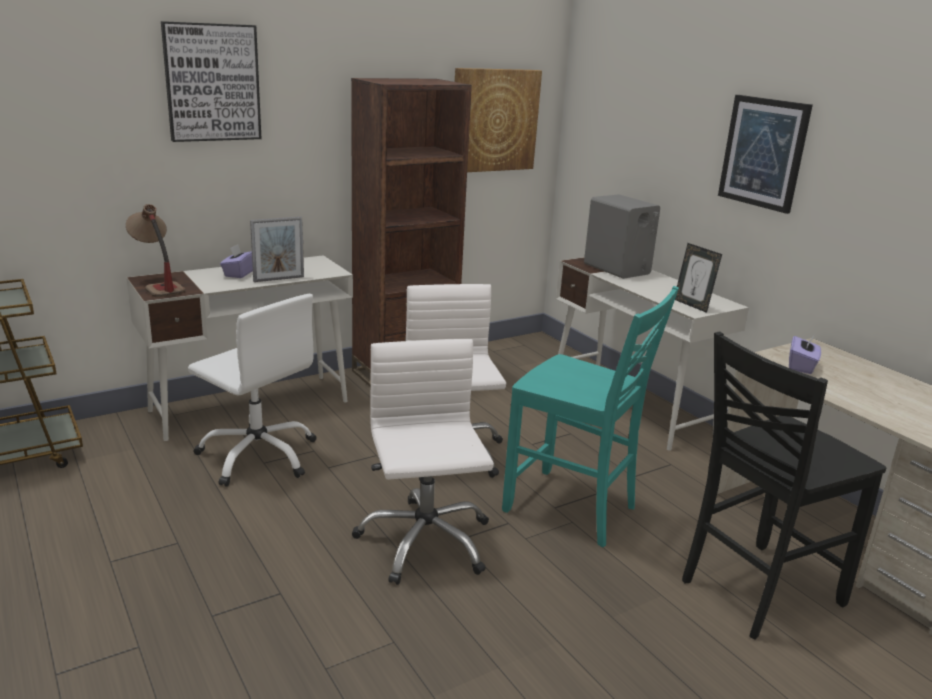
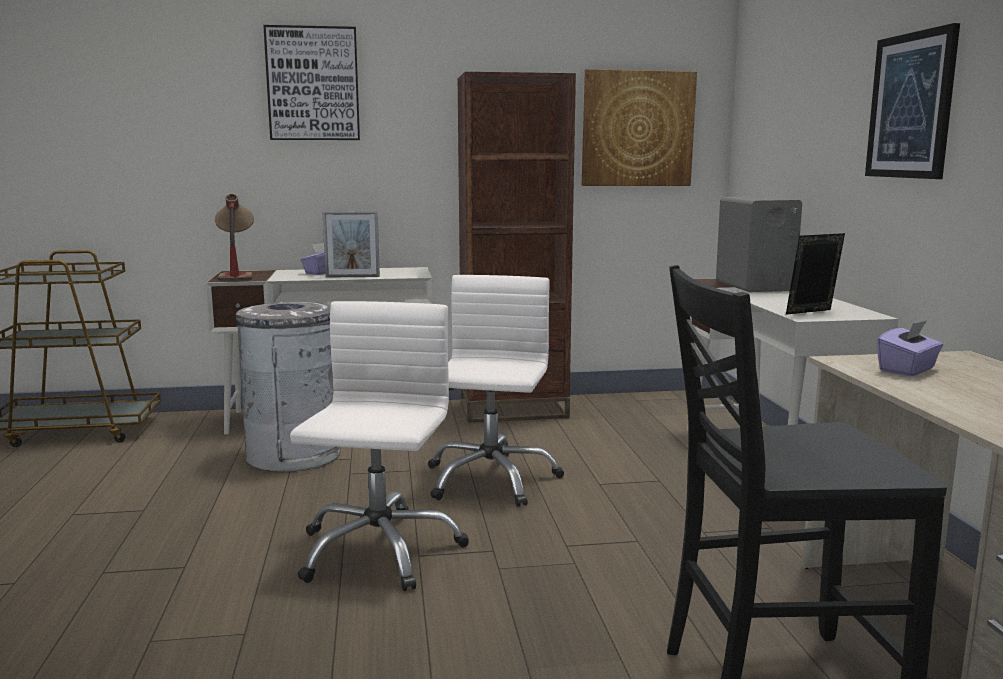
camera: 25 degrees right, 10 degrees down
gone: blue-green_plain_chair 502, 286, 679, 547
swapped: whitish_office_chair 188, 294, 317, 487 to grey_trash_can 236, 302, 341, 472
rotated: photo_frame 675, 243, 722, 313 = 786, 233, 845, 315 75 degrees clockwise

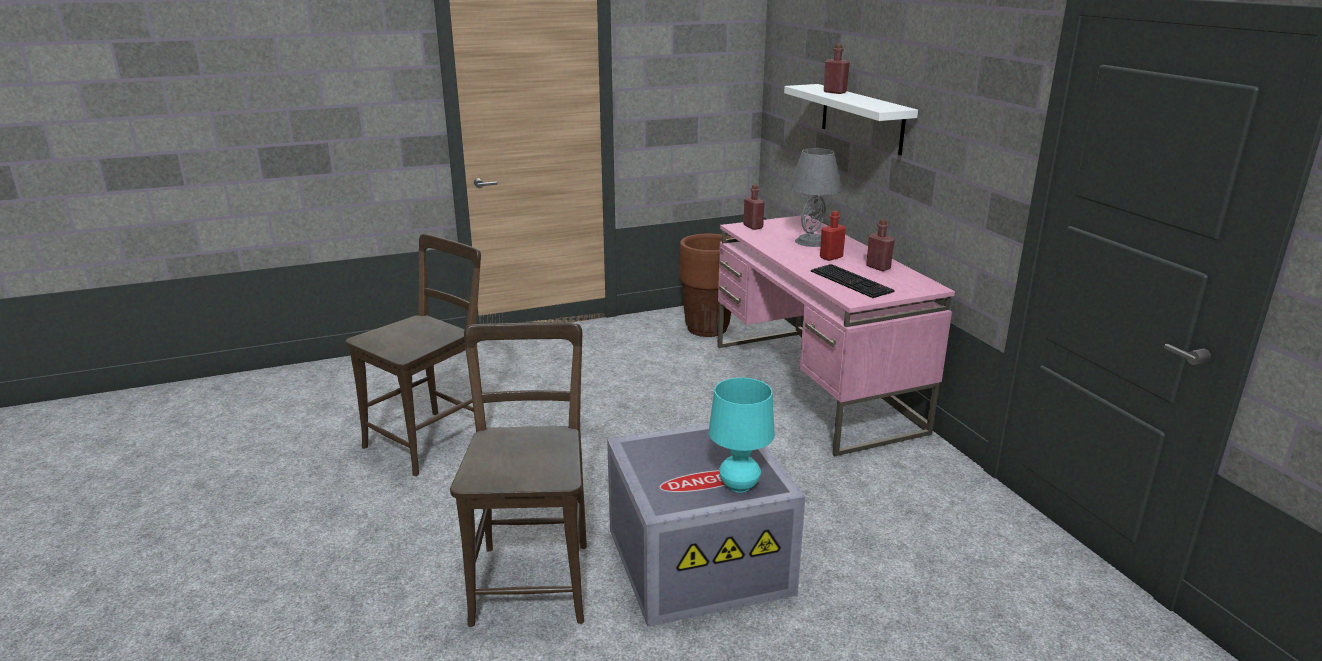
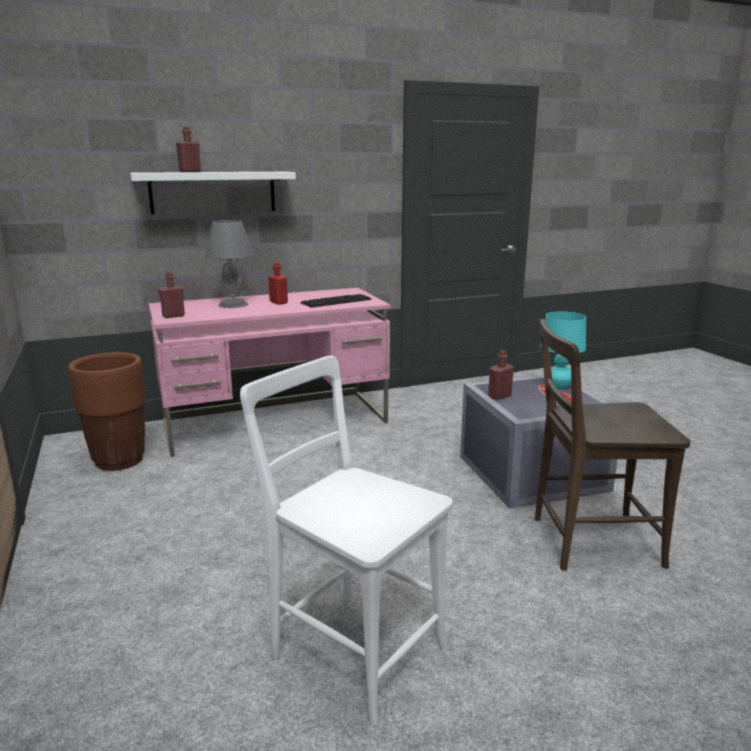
camera: 90 degrees left, 5 degrees down
shifted: red_drink_bottle 866, 219, 895, 271 to 488, 350, 514, 400
repainted: brown_plain_chair 345, 234, 486, 476 to whitish_plain_chair 240, 356, 453, 725

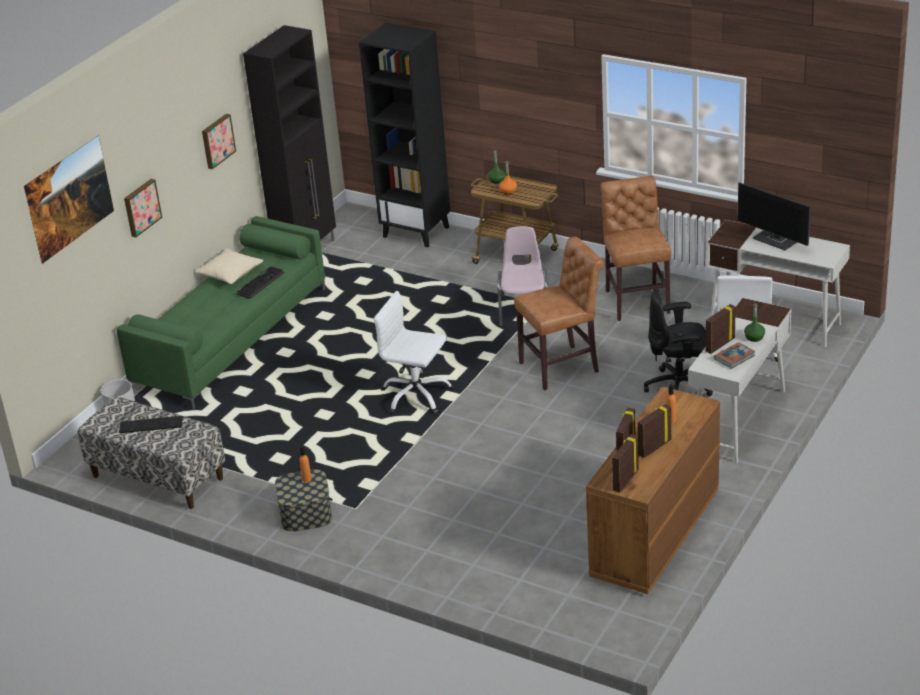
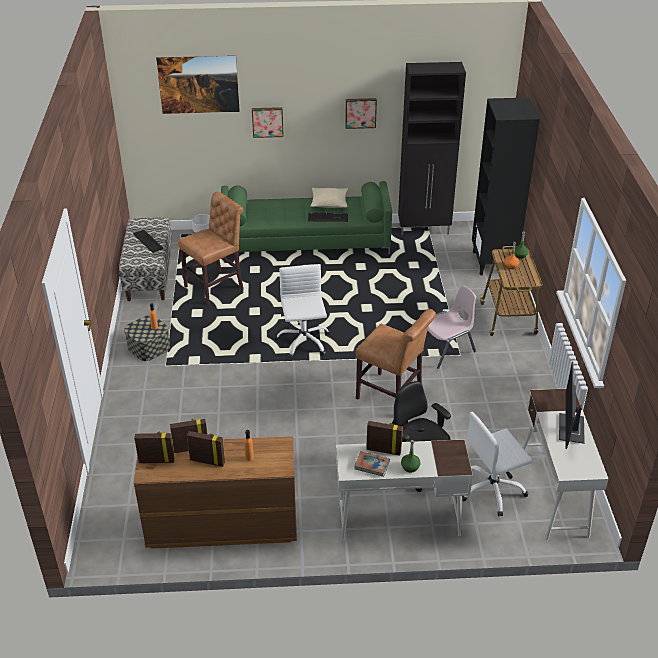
camera: 55 degrees right, 5 degrees up
shifted: brown_plain_chair 600, 176, 672, 321 to 178, 192, 244, 305

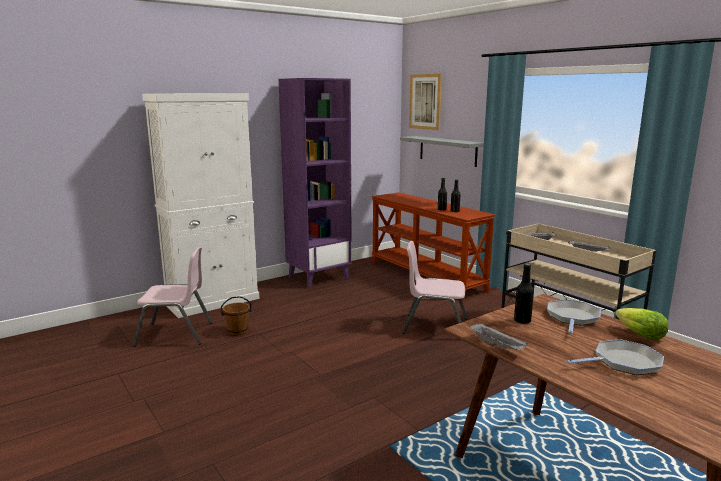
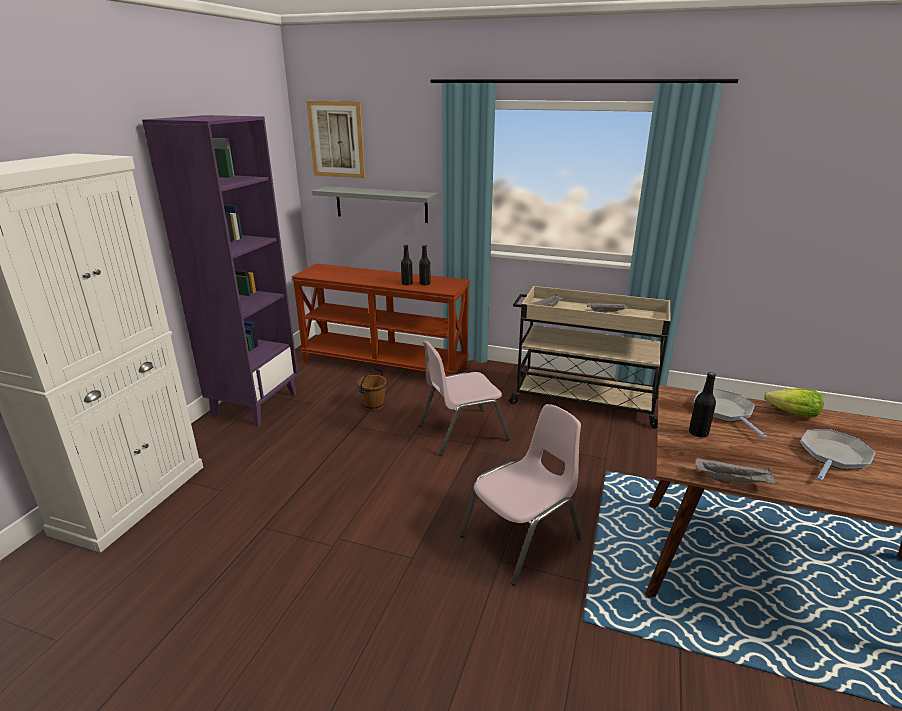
camera: 35 degrees left, 10 degrees up
shifted: pink_plain_chair 133, 247, 213, 347 to 459, 404, 582, 586; brown_bucket 221, 296, 252, 335 to 358, 369, 387, 411

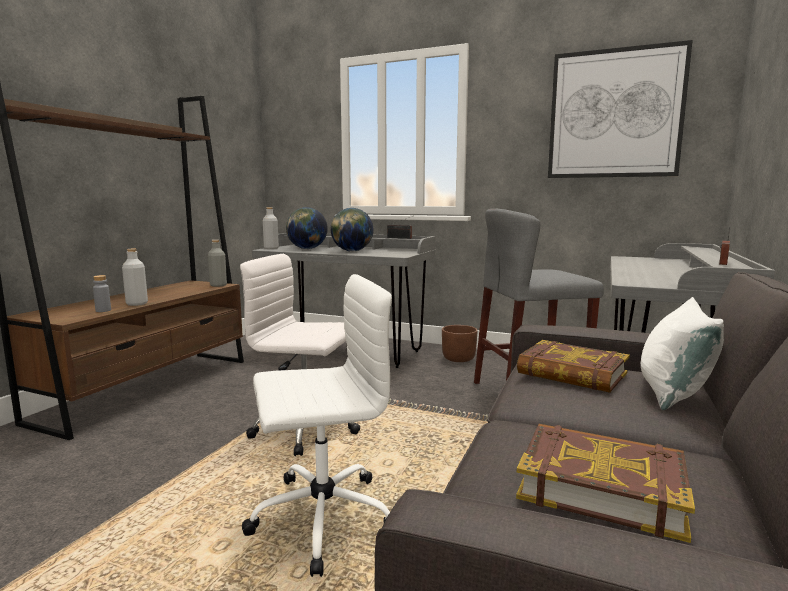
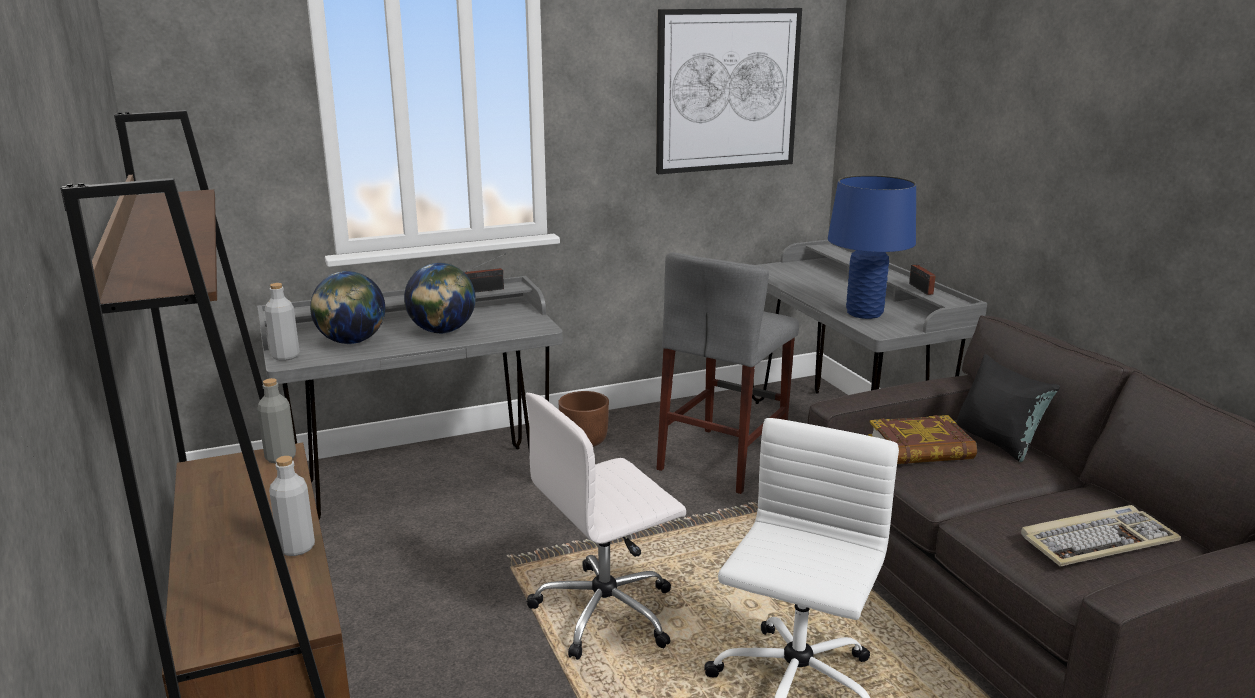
camera: 45 degrees left, 10 degrees up
gone: grey_drink_bottle 93, 275, 111, 312
new: blue-coloured_lamp_for_a_table 828, 175, 916, 319
swapped: bound_book 516, 424, 695, 543 to computer_keyboard 1021, 505, 1181, 567
repainted: whitish_throw_pillow 641, 297, 724, 410 to black-coloured_throw_pillow 956, 354, 1060, 462

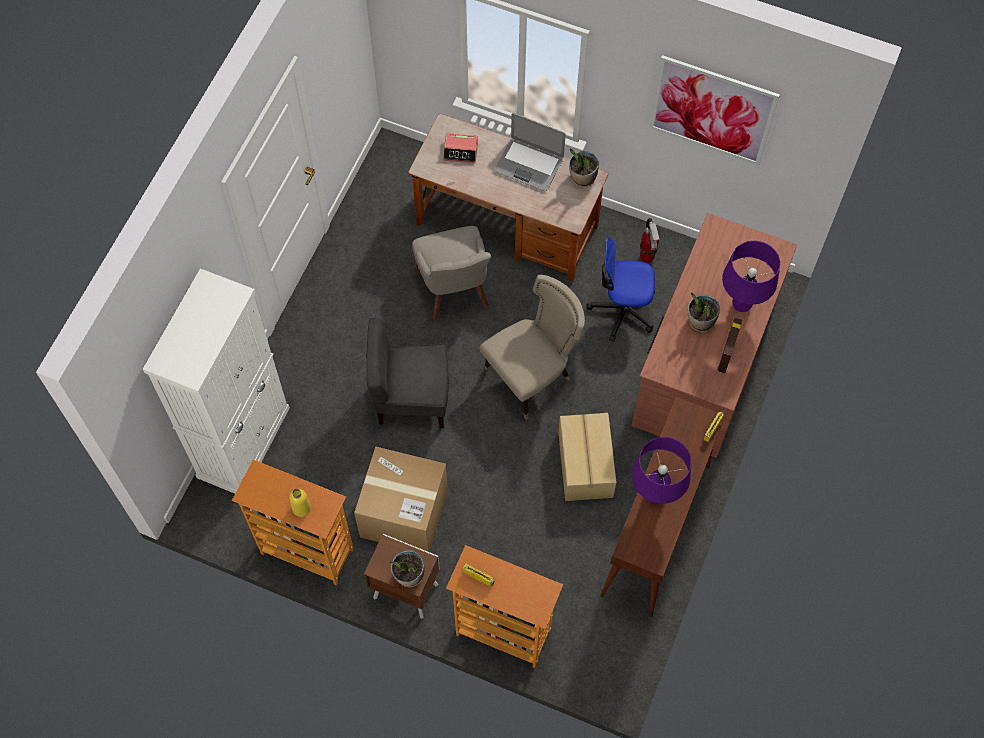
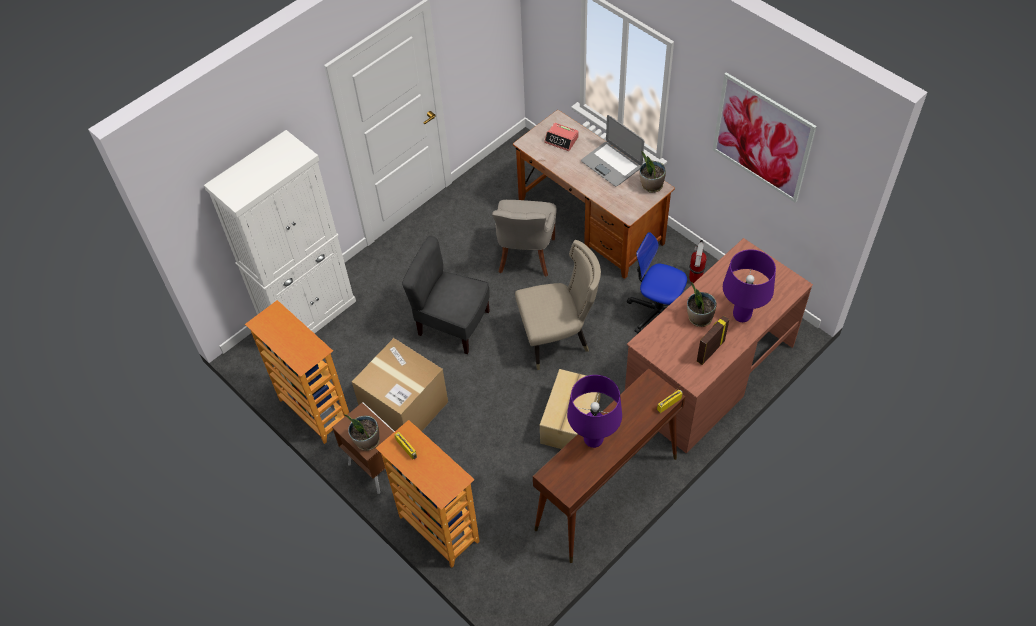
camera: 25 degrees right, 10 degrees down
gone: yellowish_drink_bottle 289, 489, 311, 517

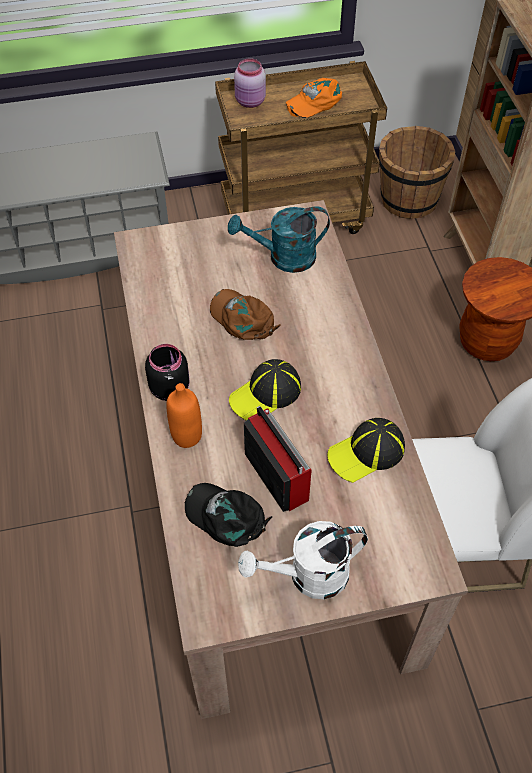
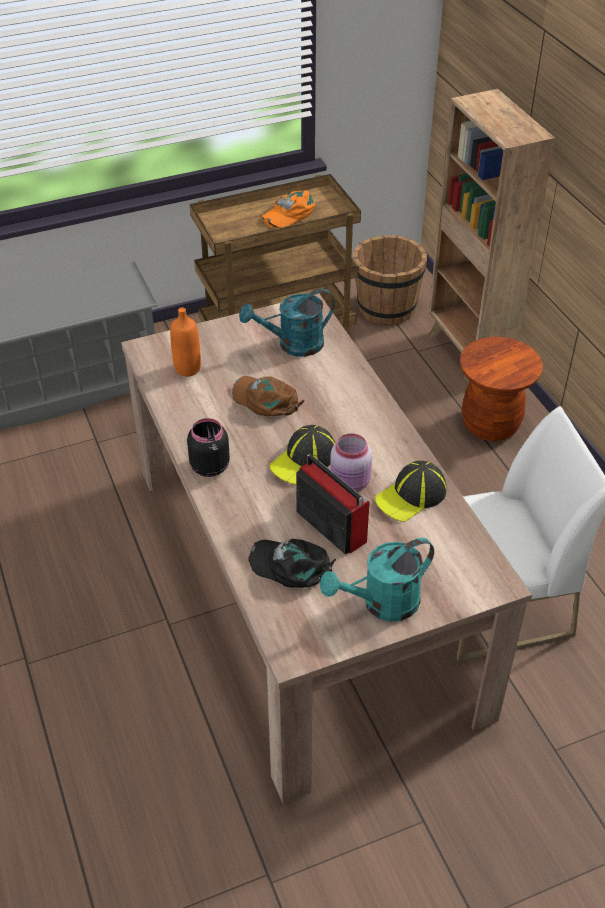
camera: 10 degrees left, 10 degrees down
shifted: pink_jar 234, 58, 266, 108 to 330, 433, 372, 492; orangey_drink_bottle 166, 383, 202, 448 to 170, 307, 201, 377
repainted: whitish_sprinkling_can 238, 521, 368, 599 to blue-green_sprinkling_can 320, 538, 434, 621

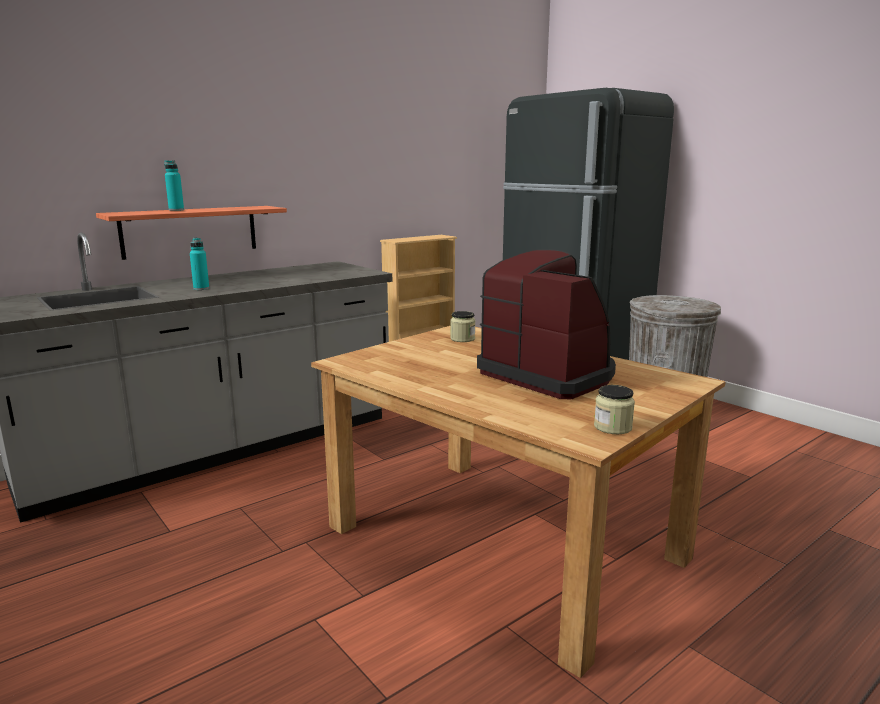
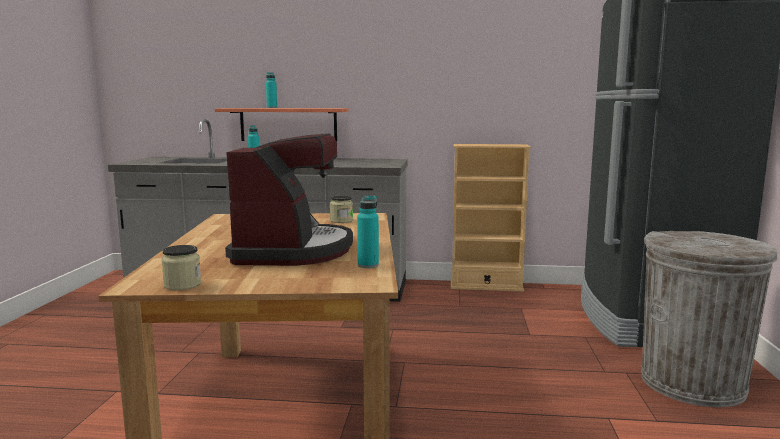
camera: 45 degrees right, 5 degrees down
new: blue-green_drink_bottle 357, 196, 379, 268

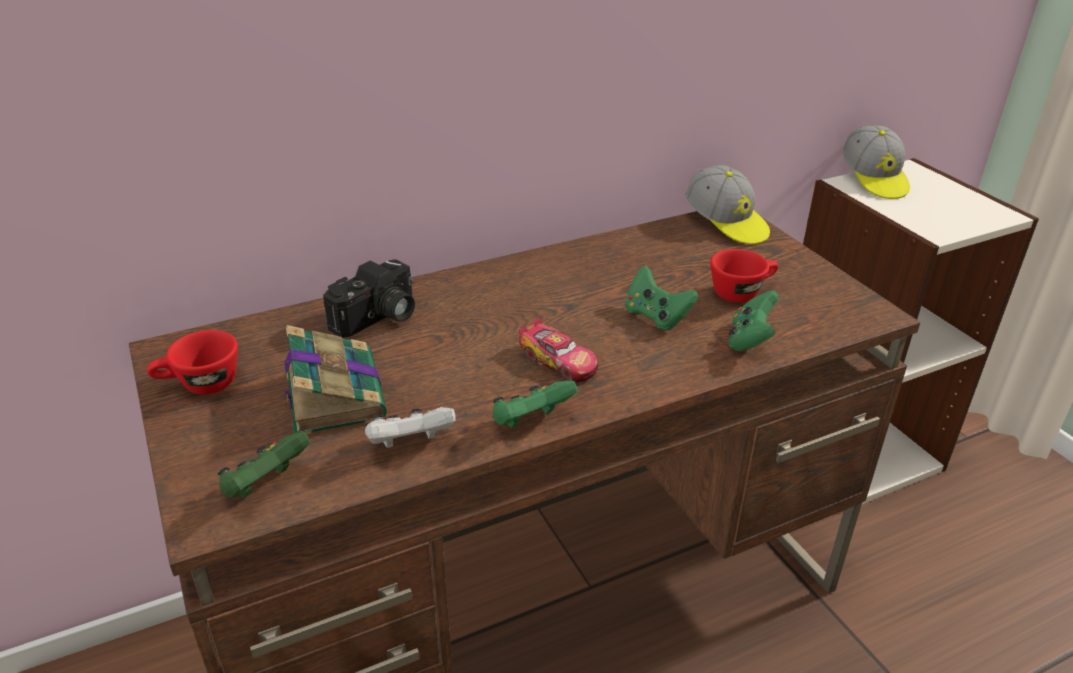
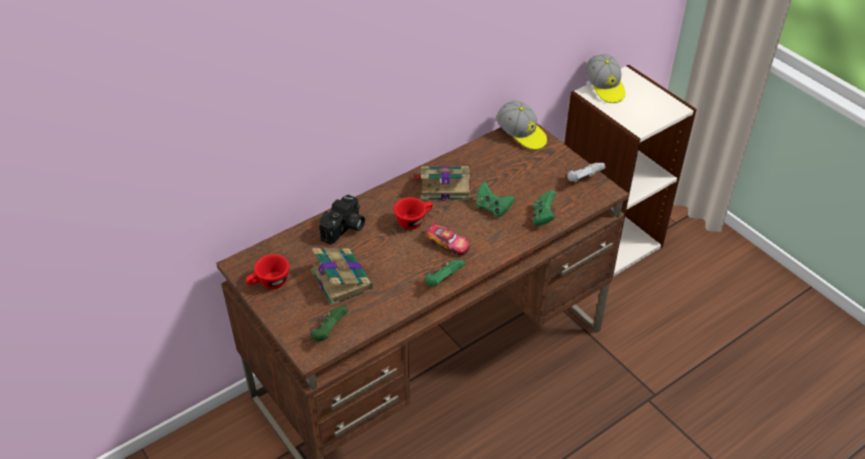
camera: 10 degrees left, 10 degrees up
new: bound_book 412, 166, 470, 200
shifted: red_cup 710, 249, 778, 302 to 394, 197, 433, 230; whitish_gamepad 365, 407, 456, 448 to 567, 163, 606, 183

